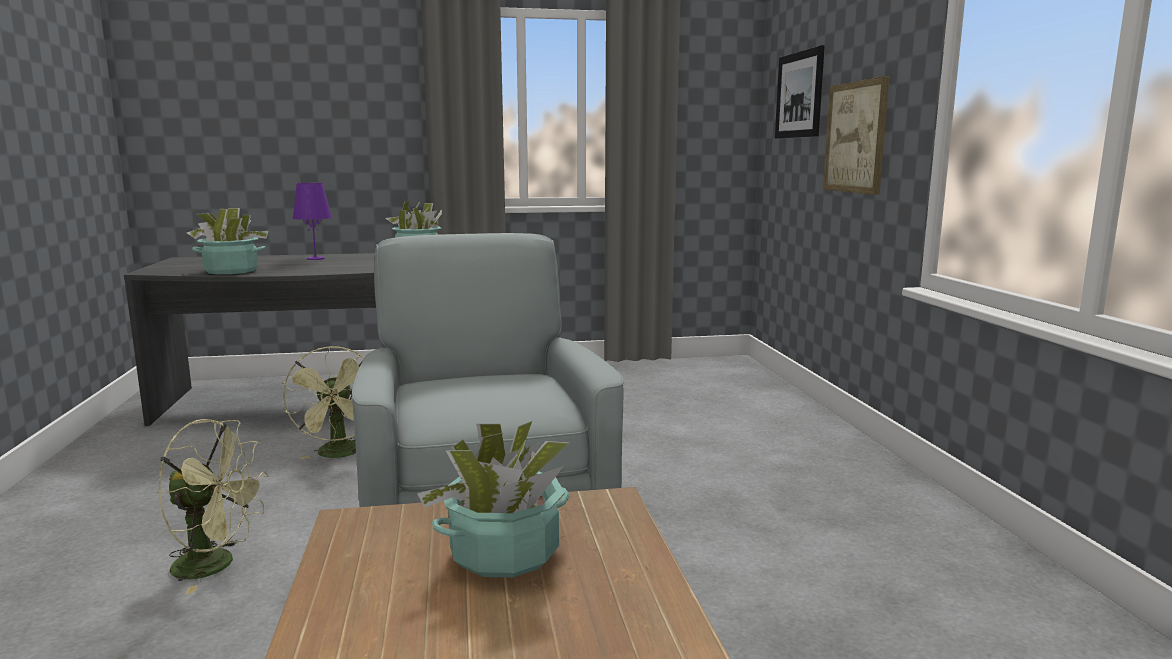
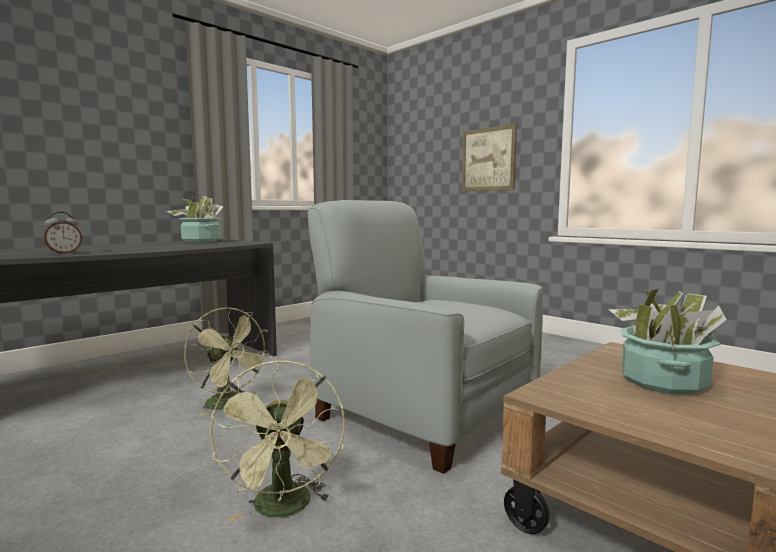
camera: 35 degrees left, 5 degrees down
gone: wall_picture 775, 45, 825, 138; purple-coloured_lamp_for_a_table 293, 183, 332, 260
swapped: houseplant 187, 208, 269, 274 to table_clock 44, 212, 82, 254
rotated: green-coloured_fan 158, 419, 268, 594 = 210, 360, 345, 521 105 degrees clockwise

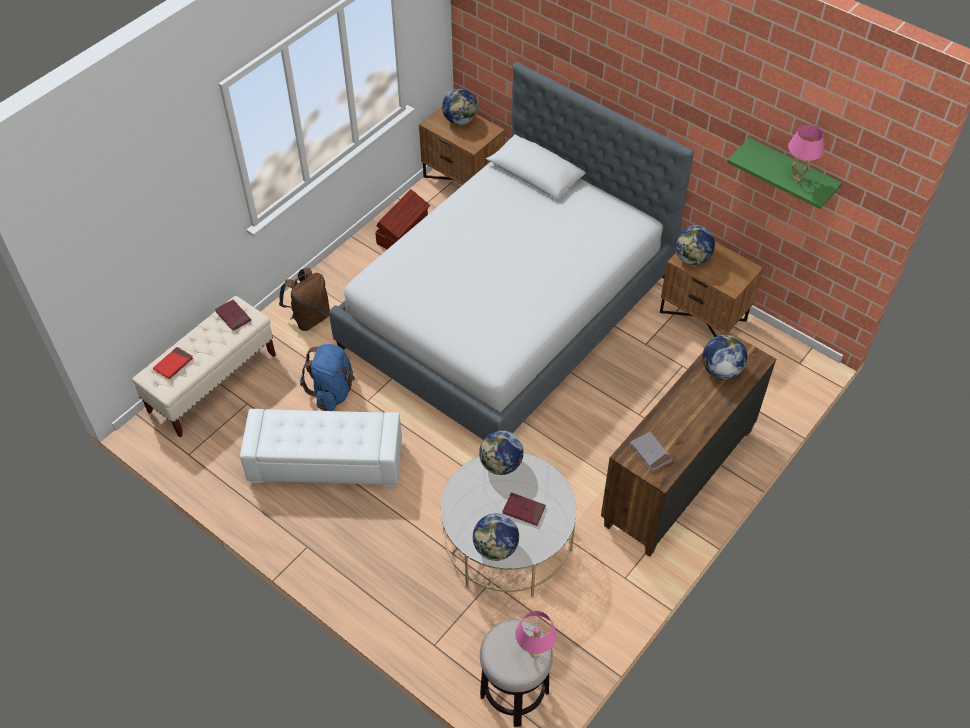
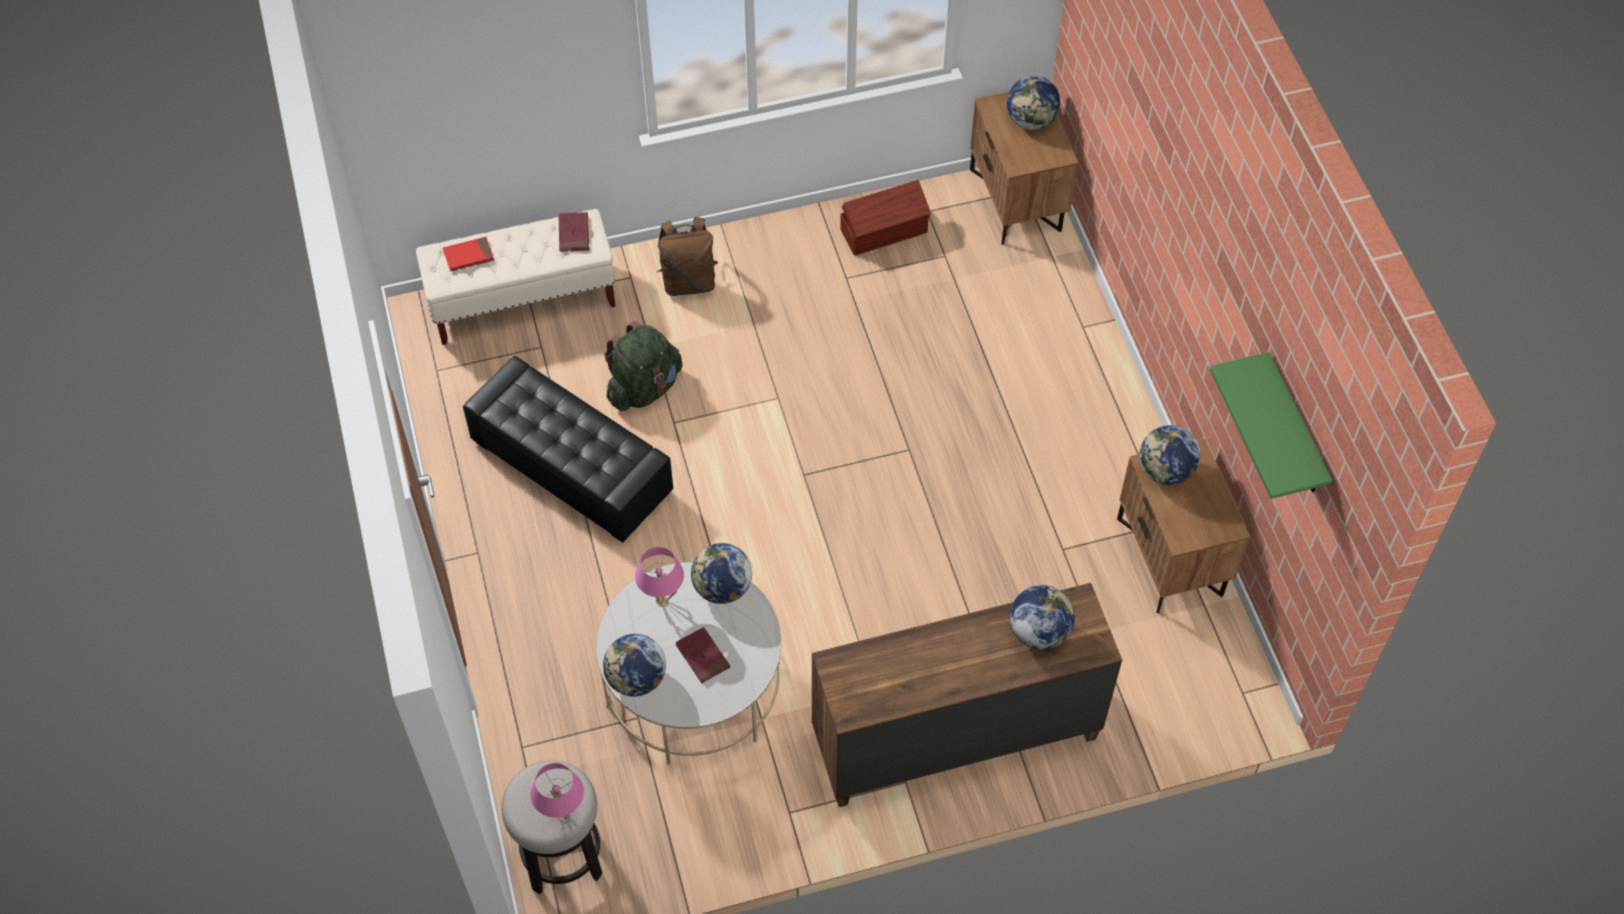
camera: 35 degrees right, 5 degrees up
gone: bed 329, 62, 694, 440; grey_bound_book 630, 432, 673, 472
shifted: pink_lamp_for_a_table 788, 125, 824, 181 to 635, 547, 684, 607
repainted: blue-coloured_rucksack 300, 344, 355, 411 to green-coloured_rucksack 604, 321, 682, 411; whitish_footrest 240, 409, 402, 487 to black-coloured_footrest 463, 356, 673, 543

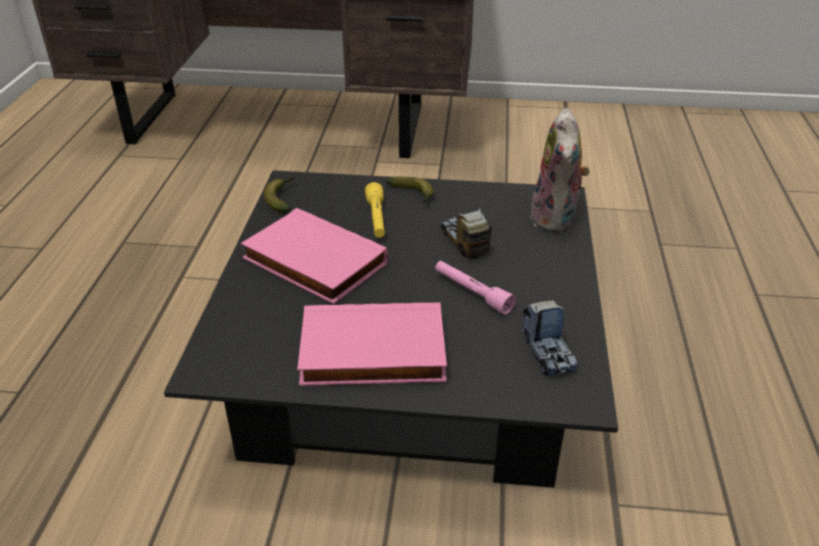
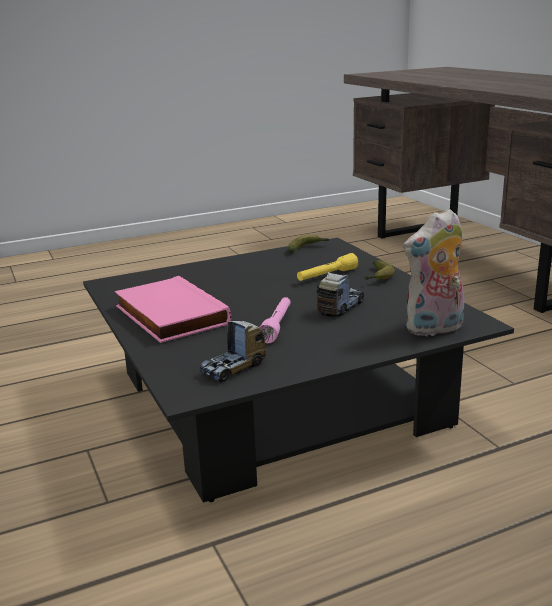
camera: 60 degrees right, 15 degrees down
gone: pink_bound_book 241, 208, 388, 304

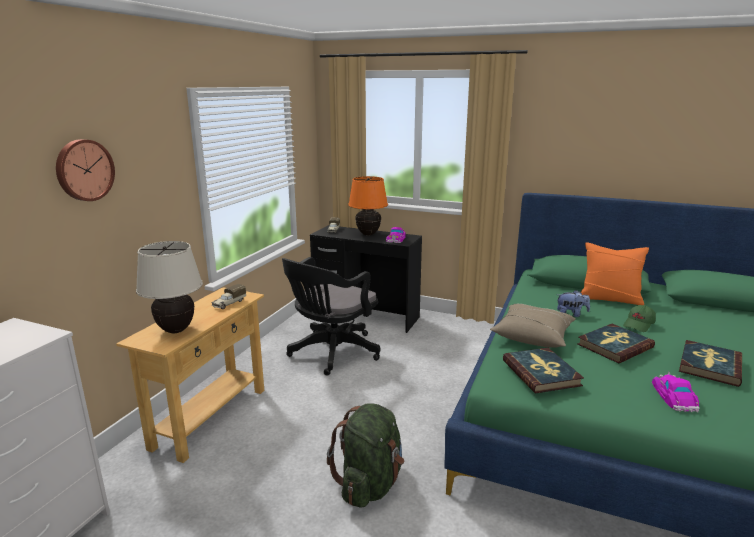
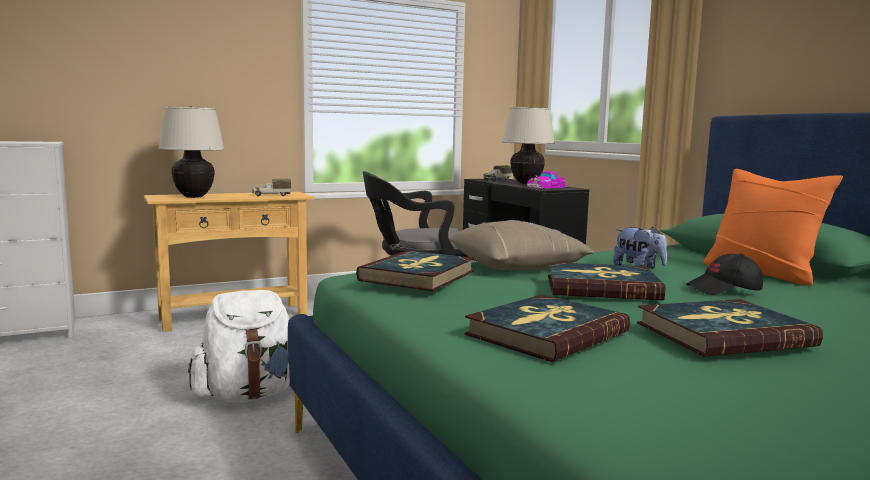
camera: 40 degrees right, 10 degrees down
gone: wall_clock 56, 139, 115, 201
swapped: miniature_car 652, 372, 700, 412 to bound_book 464, 294, 630, 362
repainted: orangey_lamp_for_a_table 348, 176, 388, 236 to beige-coloured_lamp_for_a_table 502, 107, 555, 184; green-coloured_cap 623, 305, 656, 332 to black-coloured_cap 686, 254, 763, 295; green-coloured_rucksack 327, 403, 404, 507 to whitish_rucksack 188, 290, 290, 402

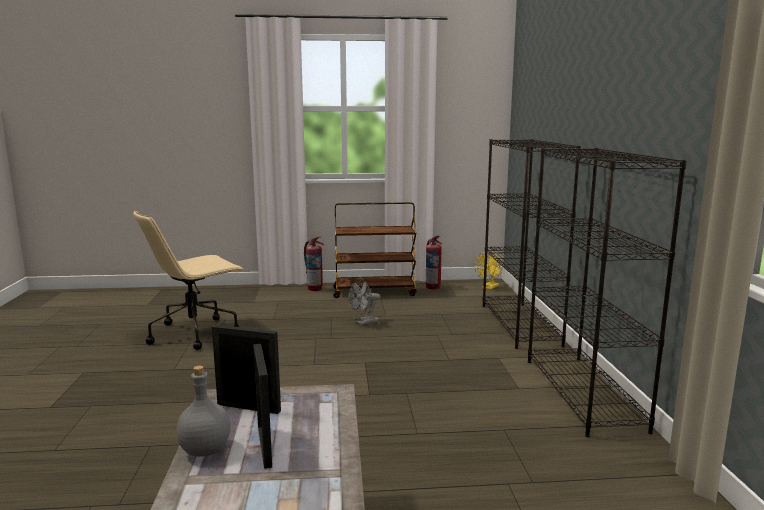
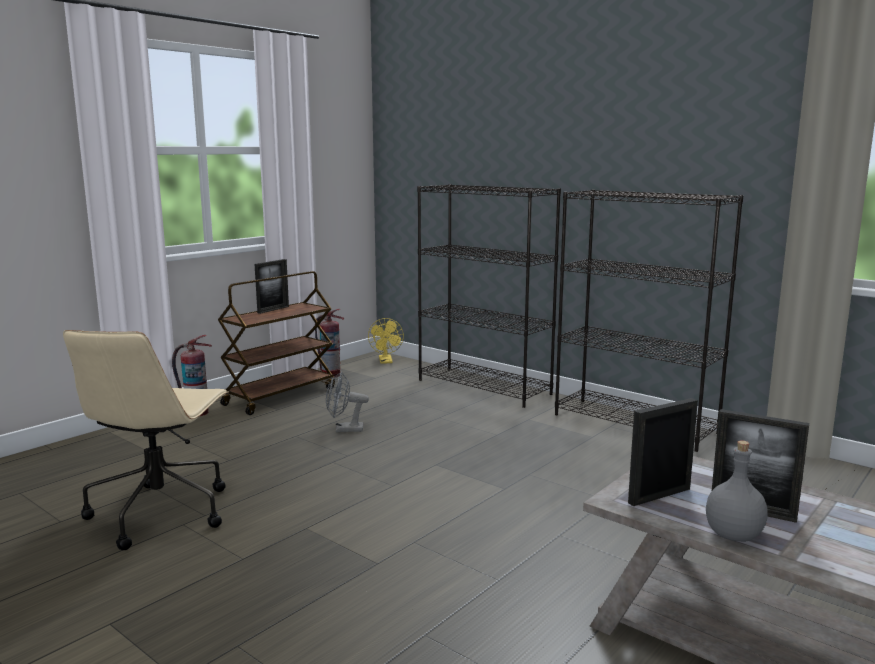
camera: 45 degrees left, 0 degrees up
new: photo_frame 255, 259, 289, 314
rotated: grey_fan 348, 279, 380, 325 = 326, 372, 369, 432 75 degrees clockwise

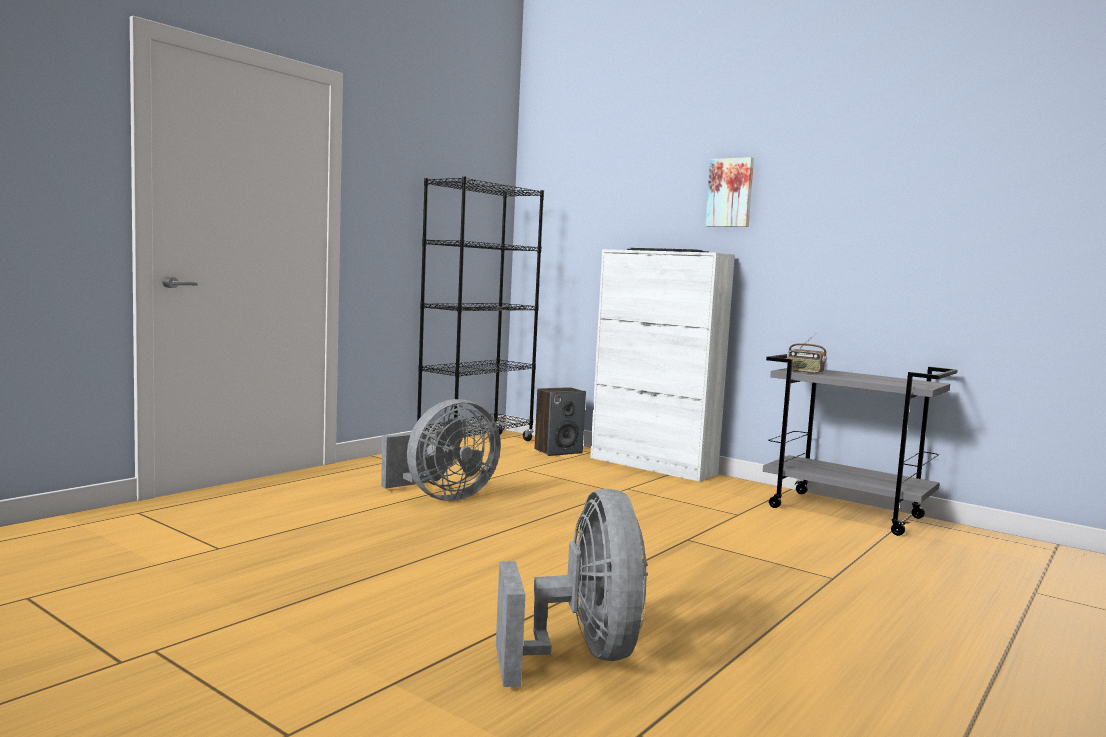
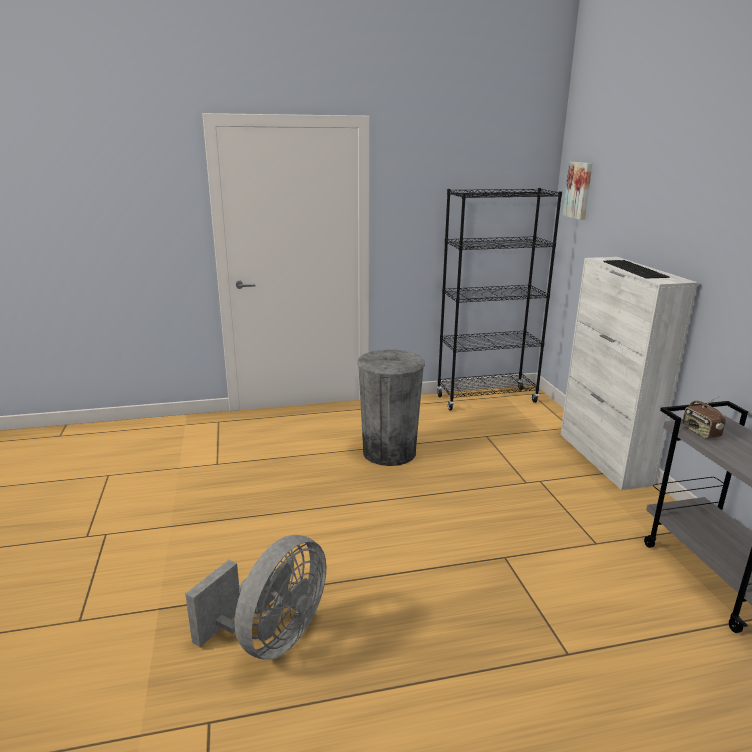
camera: 40 degrees right, 15 degrees up
gone: audio_speaker 535, 387, 586, 456
shifted: wall_picture 705, 157, 754, 227 to 563, 162, 592, 220
swapped: grey_fan 381, 399, 501, 501 to grey_trash_can 357, 349, 425, 466

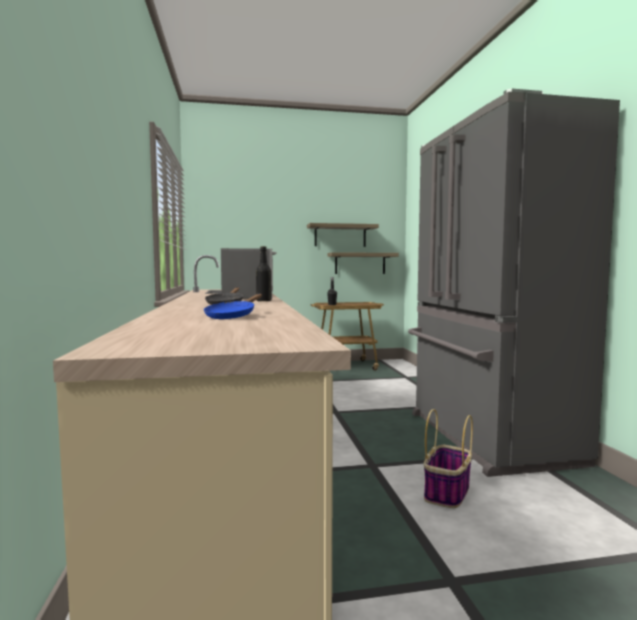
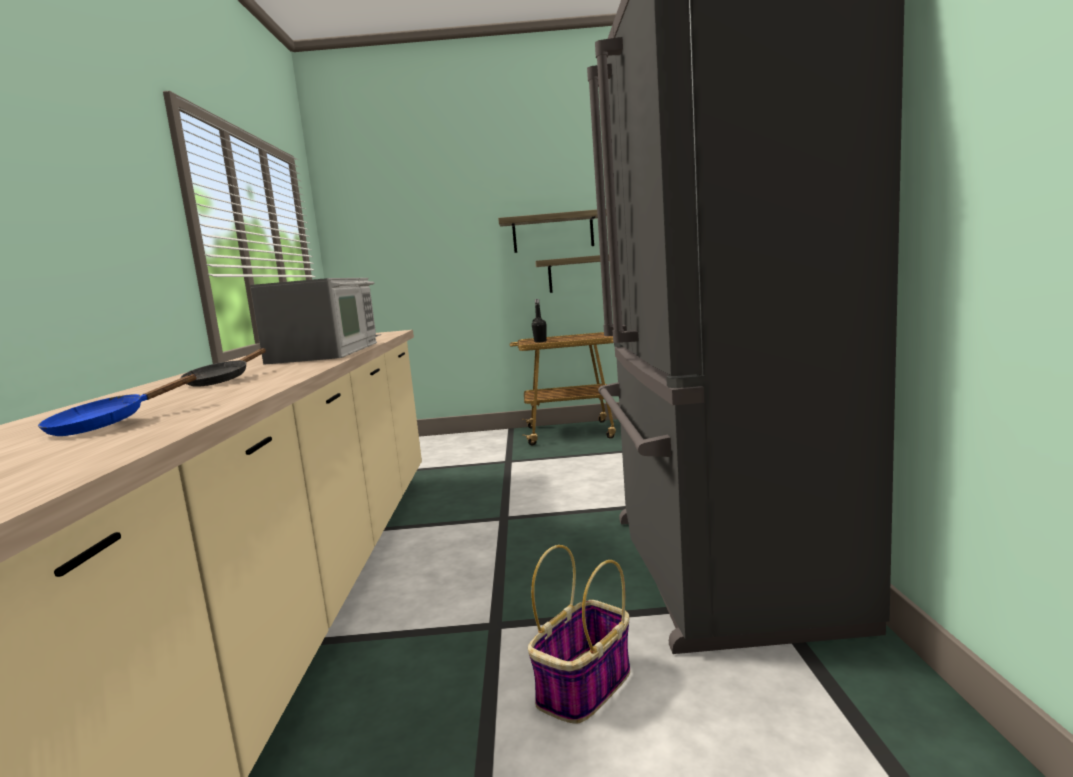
camera: 10 degrees right, 5 degrees up
gone: black-coloured_drink_bottle 256, 246, 272, 302

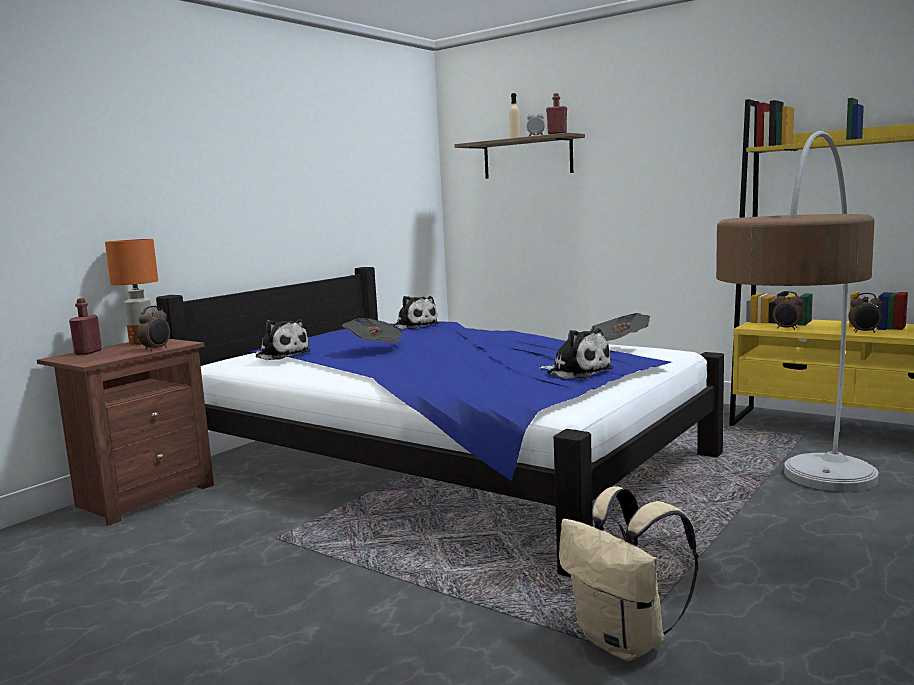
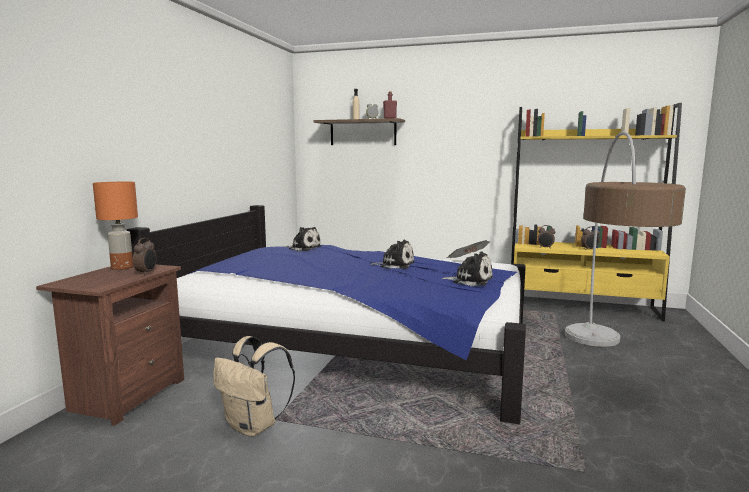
camera: 20 degrees left, 0 degrees up
gone: red_drink_bottle 69, 298, 102, 355; newspaper 342, 318, 403, 343
shifted: cuddly_toy 255, 319, 311, 360 to 370, 240, 414, 269; beige-coloured_rucksack 559, 486, 698, 661 to 213, 336, 295, 437

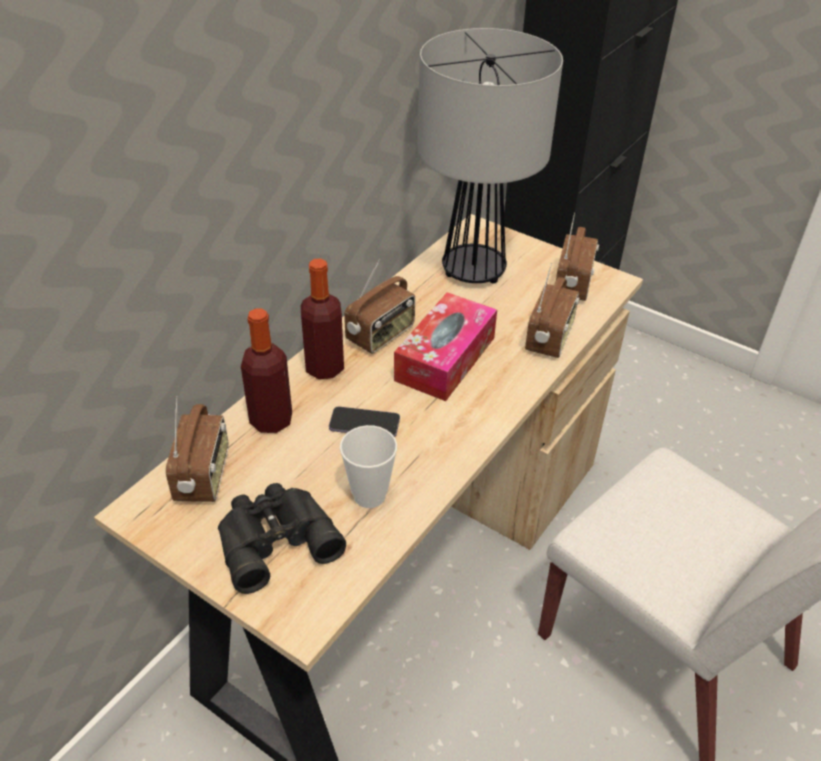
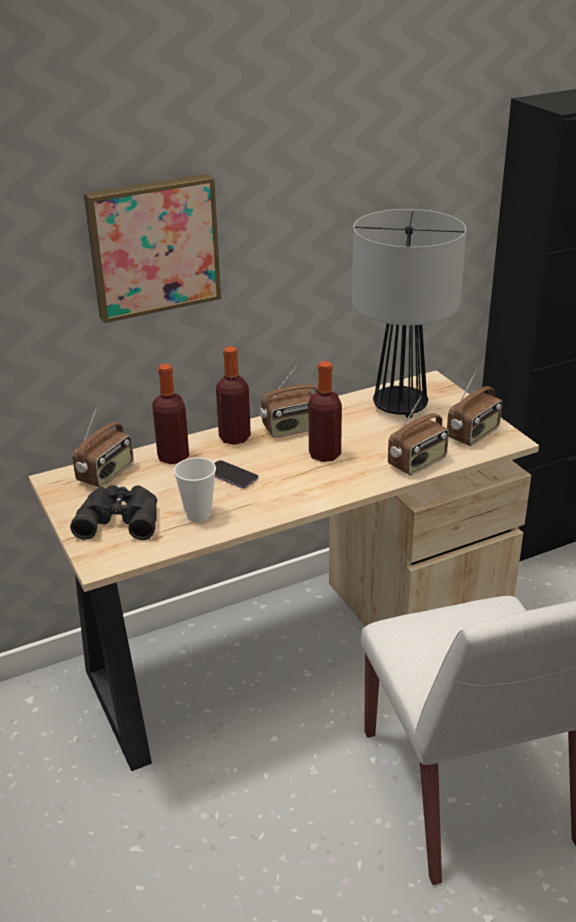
camera: 30 degrees right, 10 degrees down
new: wall_picture 84, 174, 221, 323
swapped: tissue_holder 394, 292, 497, 401 to drink_bottle 308, 361, 342, 462

